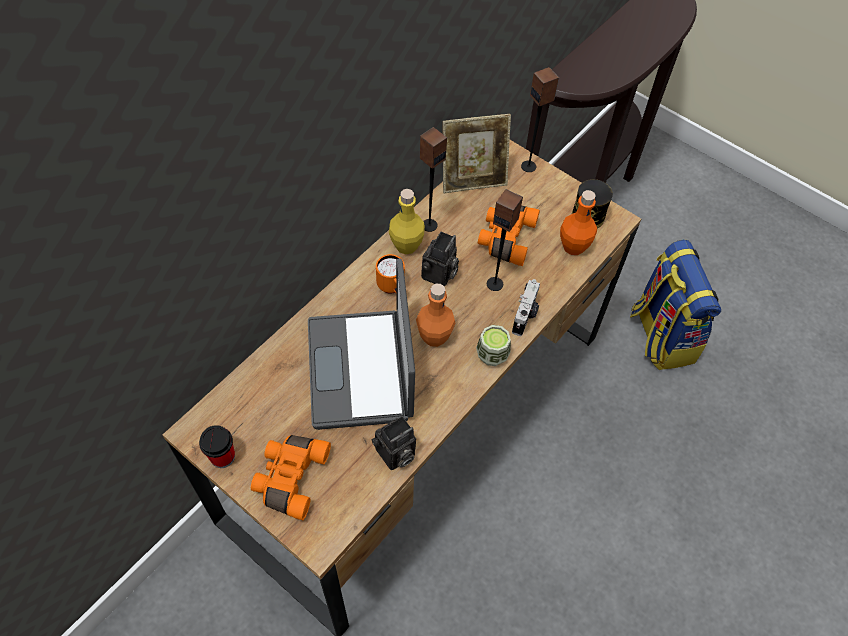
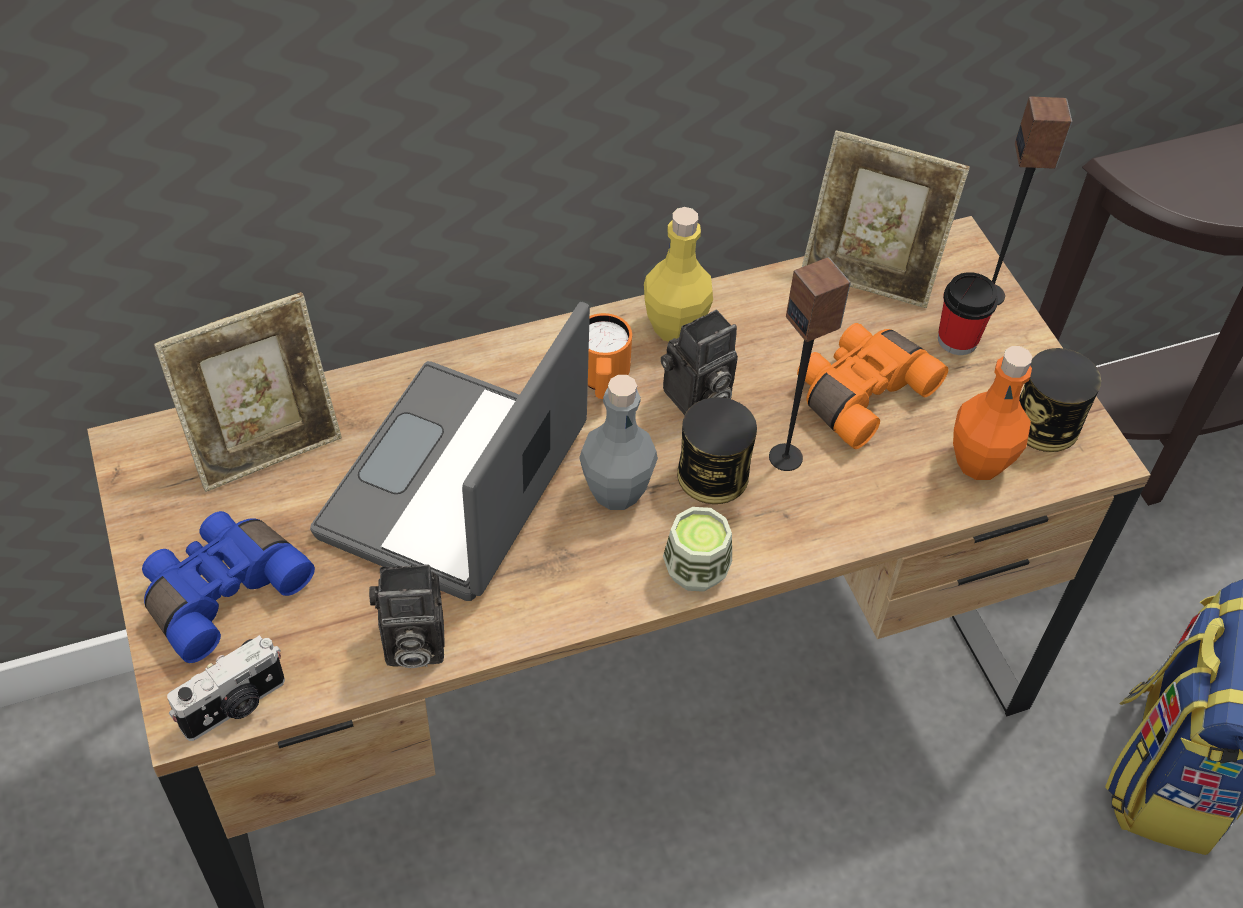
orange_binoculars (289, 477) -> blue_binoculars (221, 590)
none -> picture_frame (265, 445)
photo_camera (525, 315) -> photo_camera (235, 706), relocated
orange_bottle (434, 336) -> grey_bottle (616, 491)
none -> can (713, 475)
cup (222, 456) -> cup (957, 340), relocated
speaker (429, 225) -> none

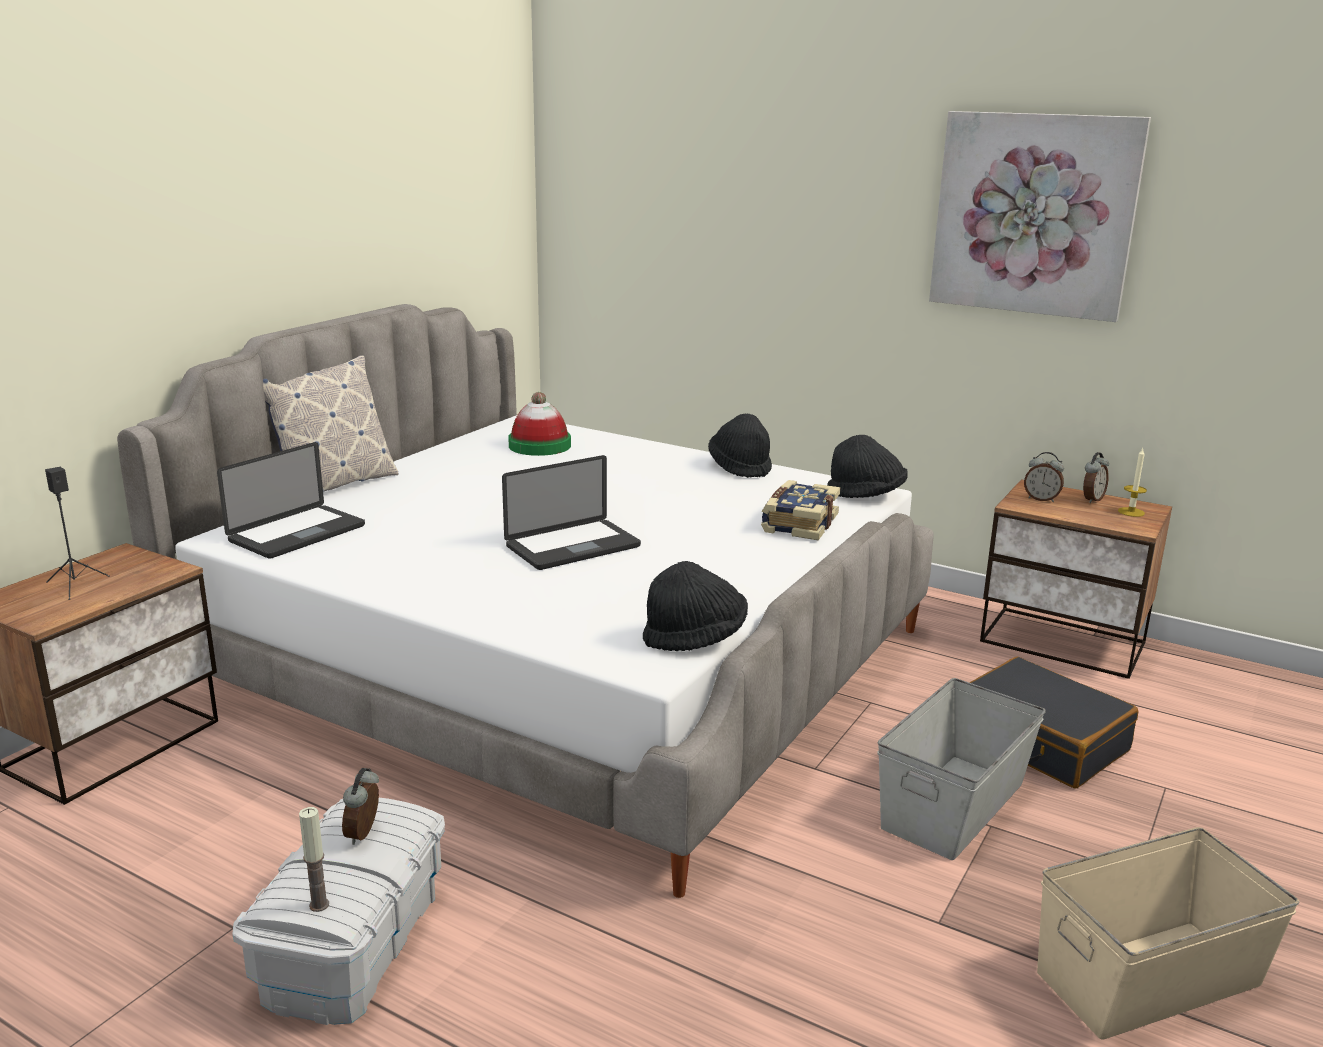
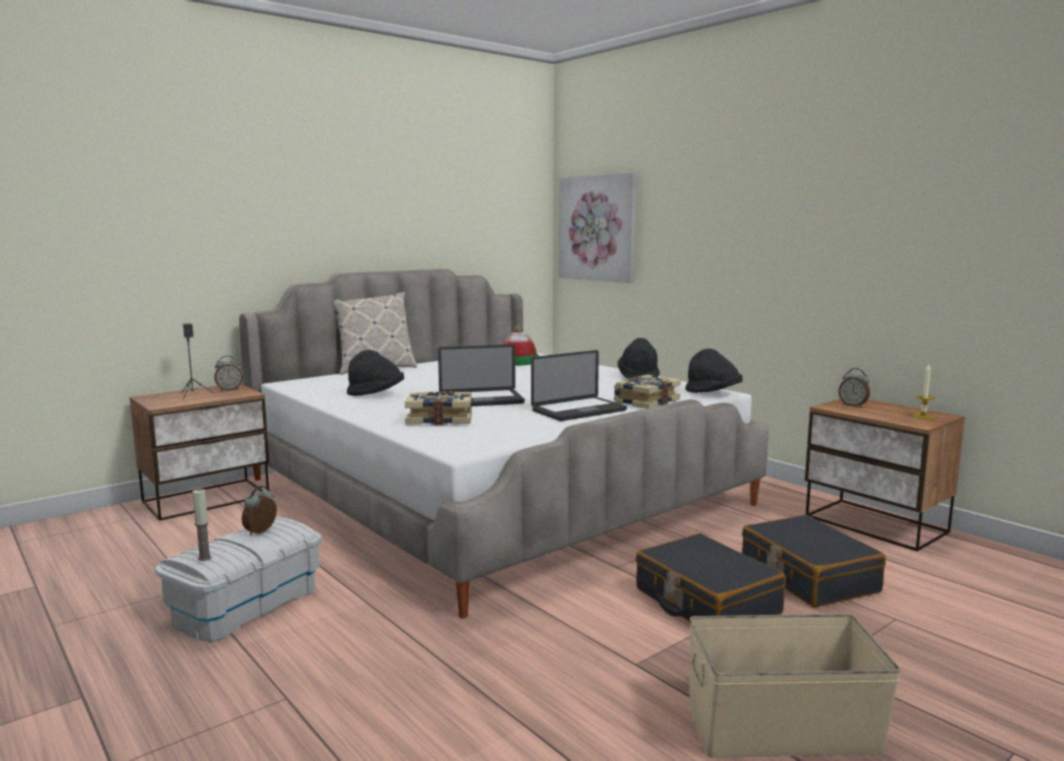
alarm_clock (1091, 499) -> alarm_clock (229, 390), relocated
black_hat (695, 638) -> black_hat (376, 394), relocated
none -> book (440, 419)
laptop (297, 534) -> laptop (579, 411), relocated
picture (1033, 214) -> picture (597, 228), relocated
grey_storage_box (955, 805) -> black_suitcase (706, 602)

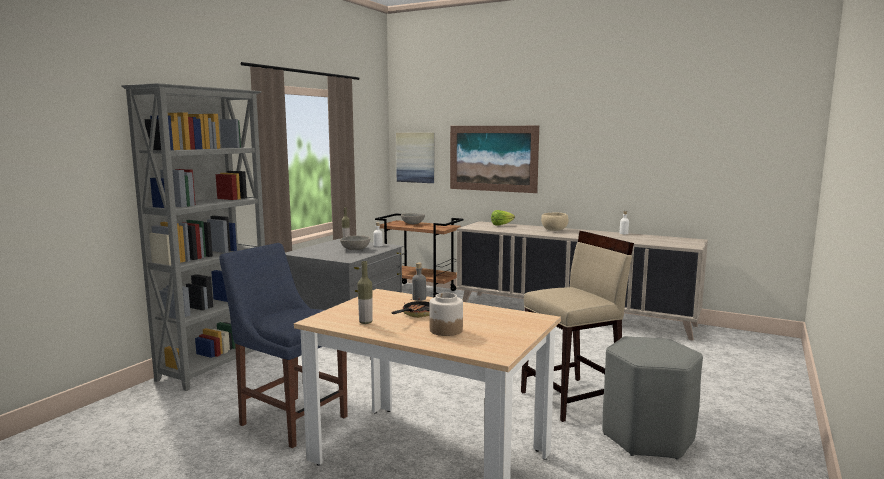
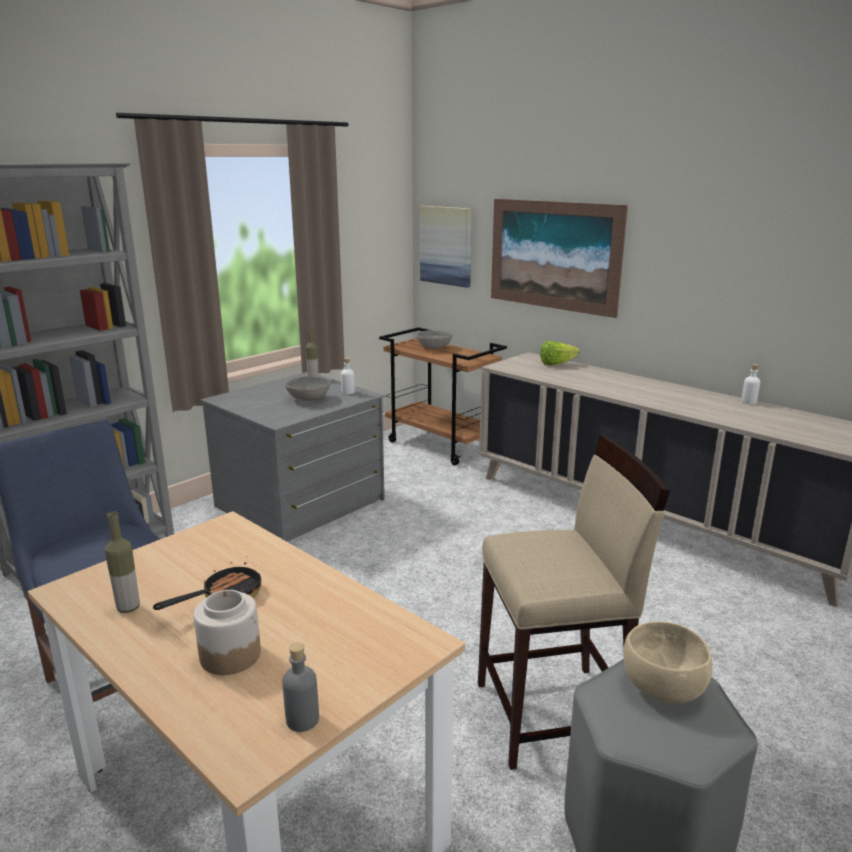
grey_bottle (419, 298) -> grey_bottle (302, 719), relocated
beige_bowl (554, 230) -> beige_bowl (663, 688), relocated

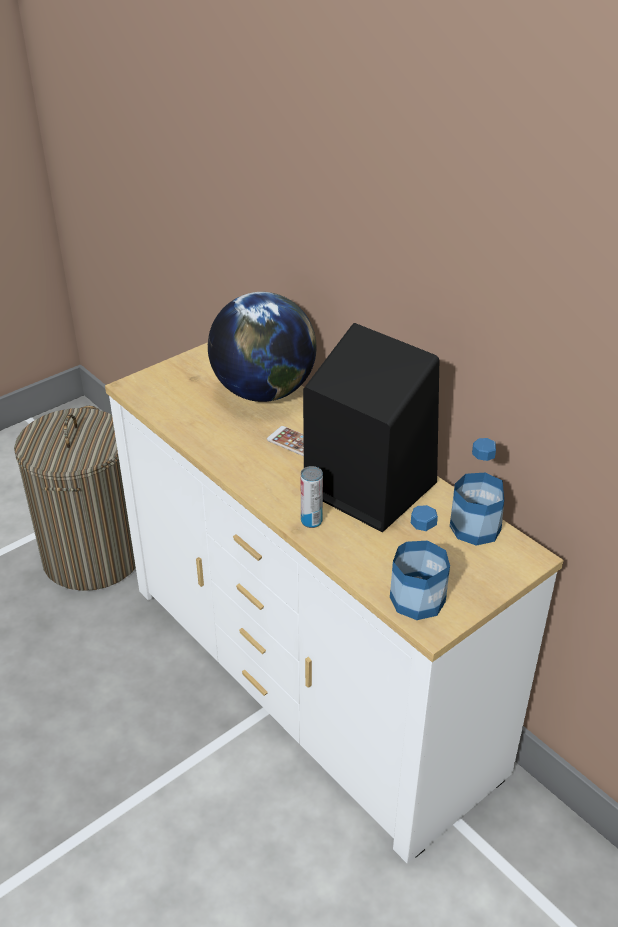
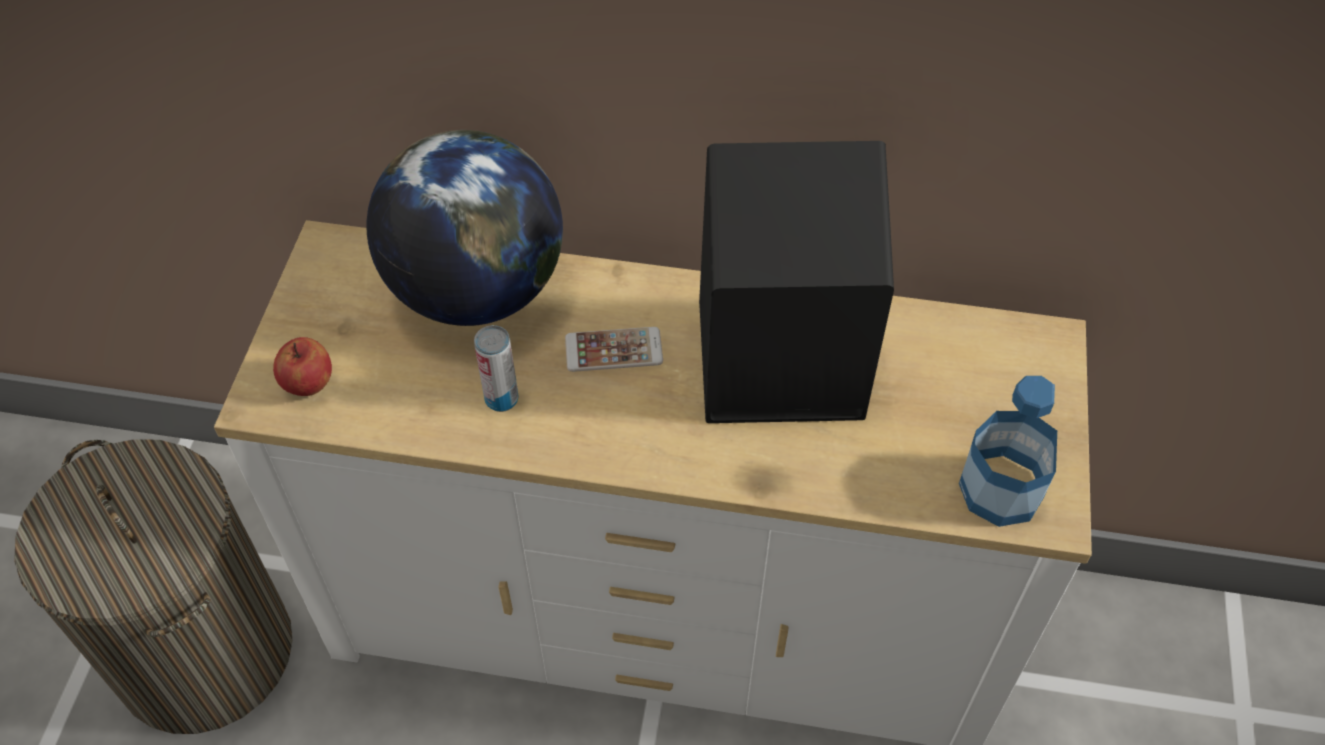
none -> apple (308, 384)
can (311, 521) -> can (501, 399), relocated
bottle (475, 527) -> none

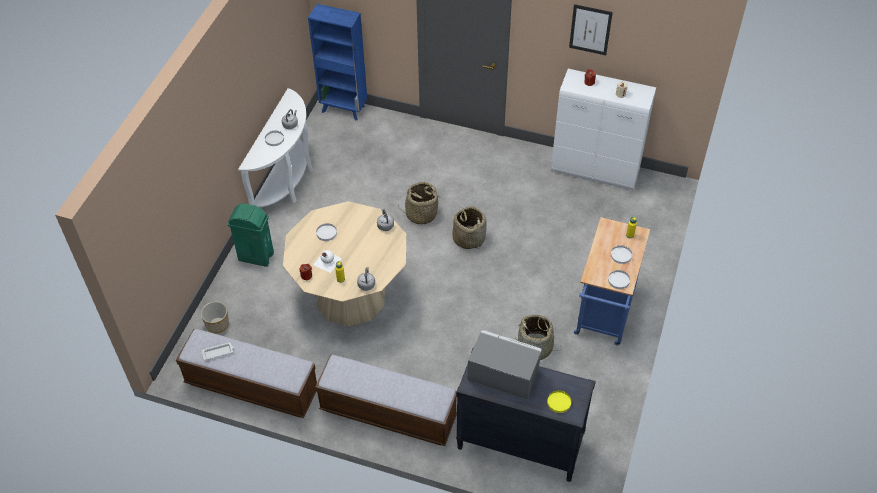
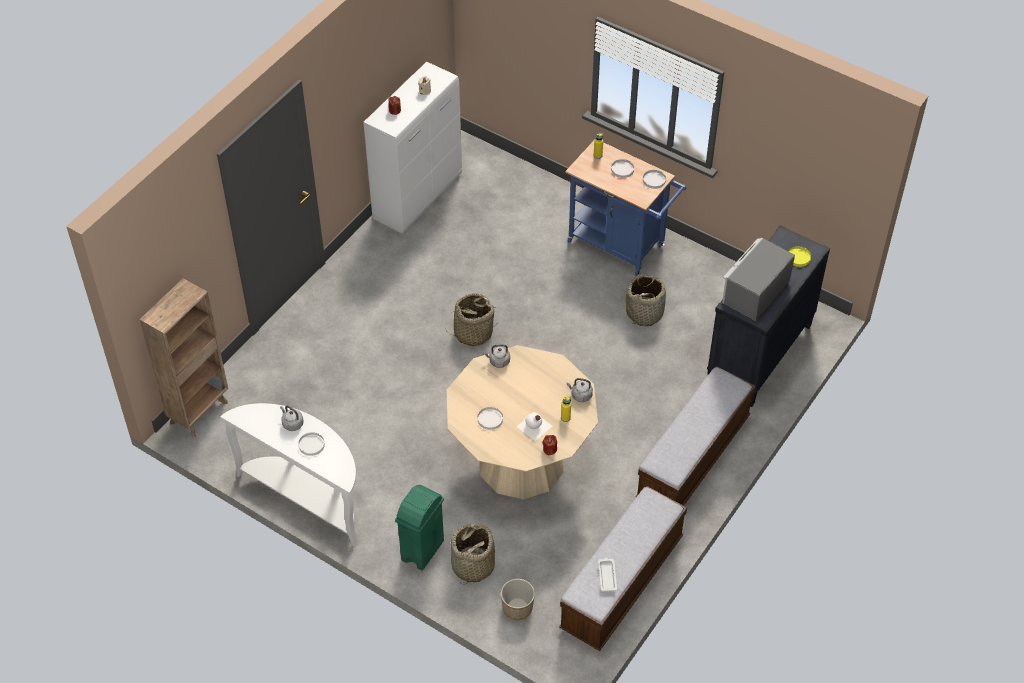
blue_bookcase (344, 109) -> brown_bookcase (200, 411)
basket (421, 214) -> basket (472, 566), relocated
picture (590, 29) -> none

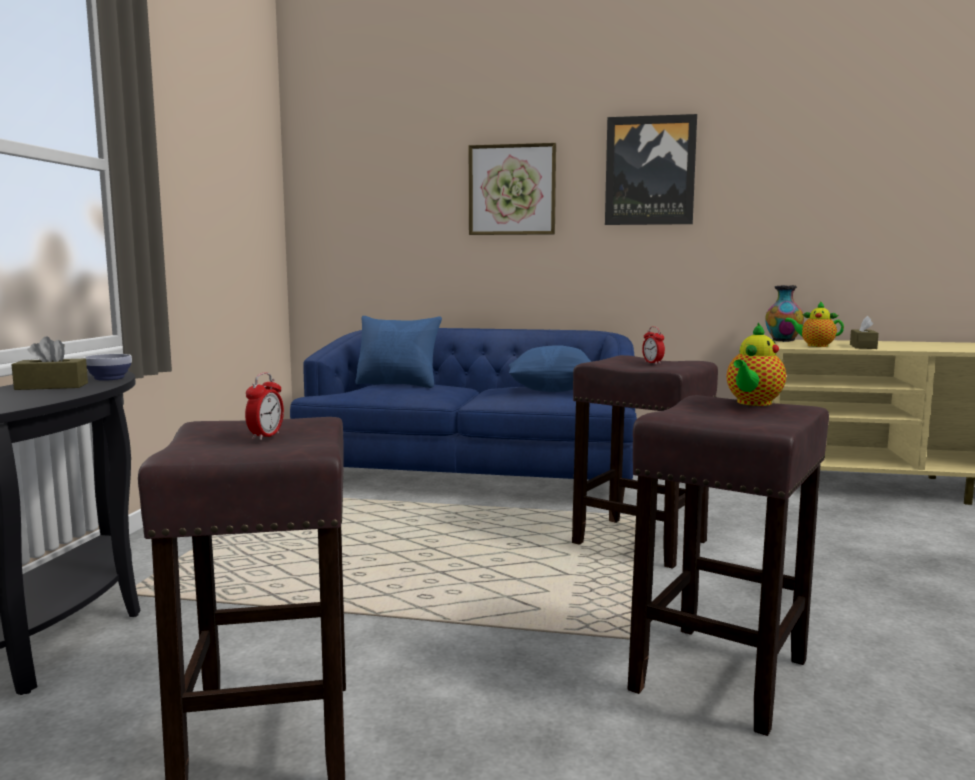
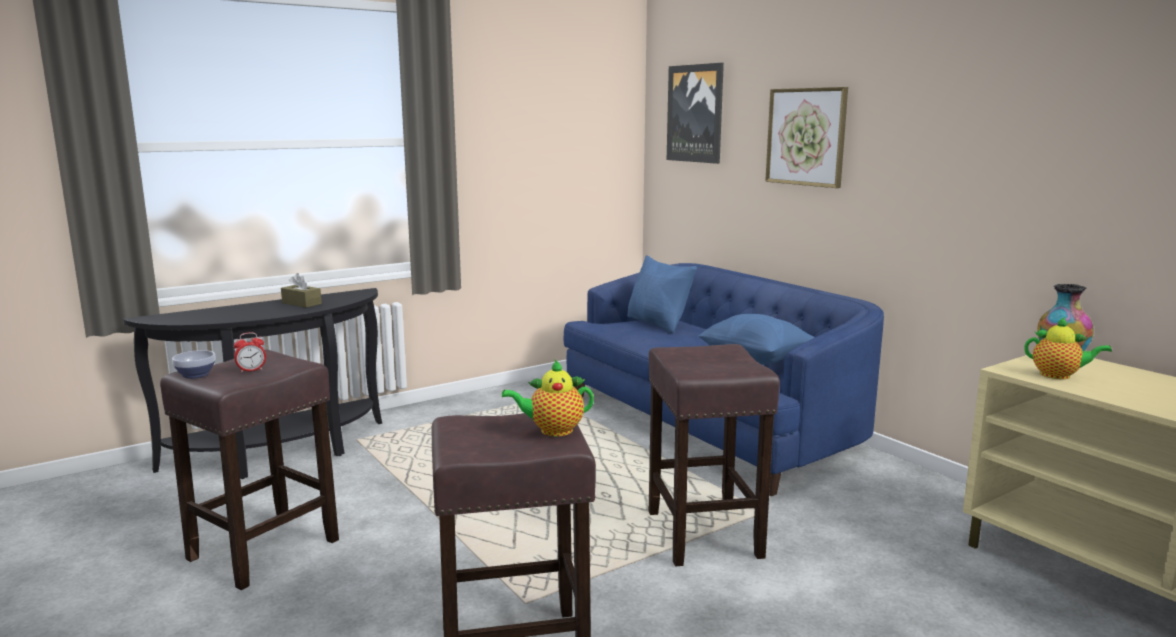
bowl (108, 378) -> bowl (194, 375), relocated
picture (649, 171) -> picture (695, 113), relocated
teapot (815, 345) -> teapot (1059, 376), 135 degrees clockwise
alarm_clock (652, 363) -> none
brown_tissue_box (863, 347) -> none

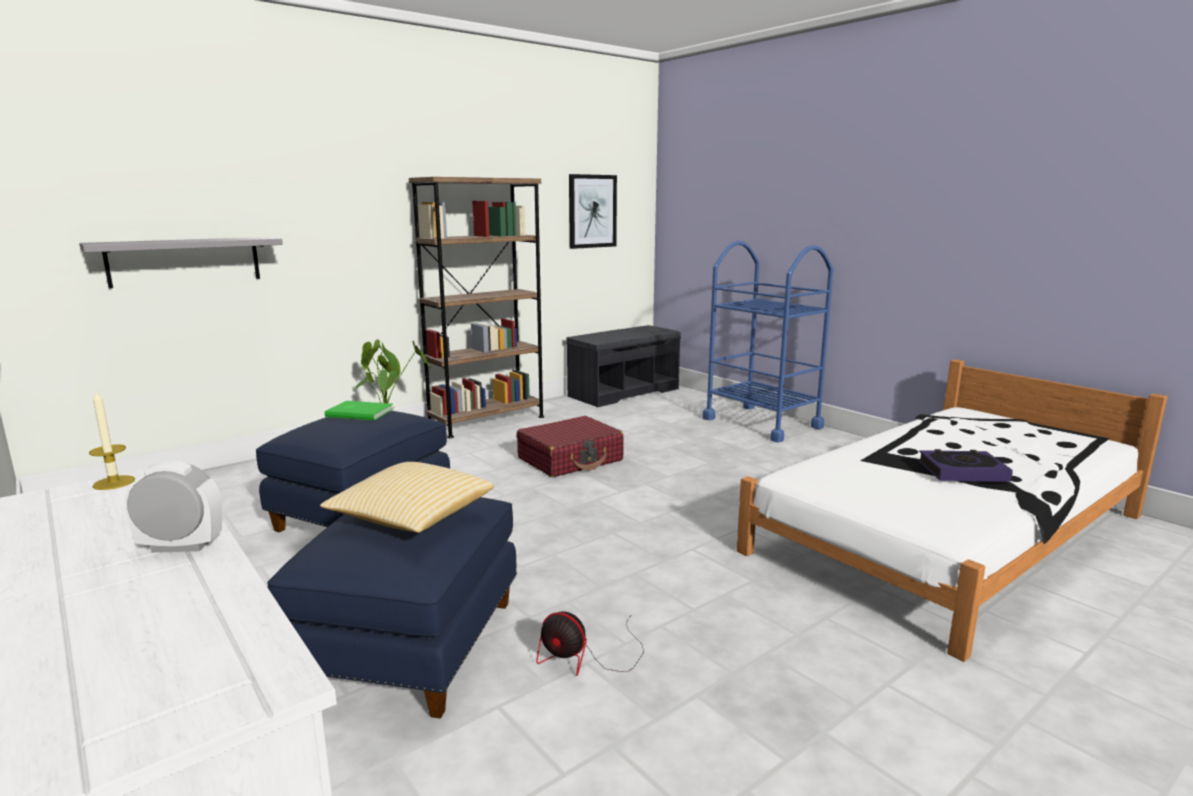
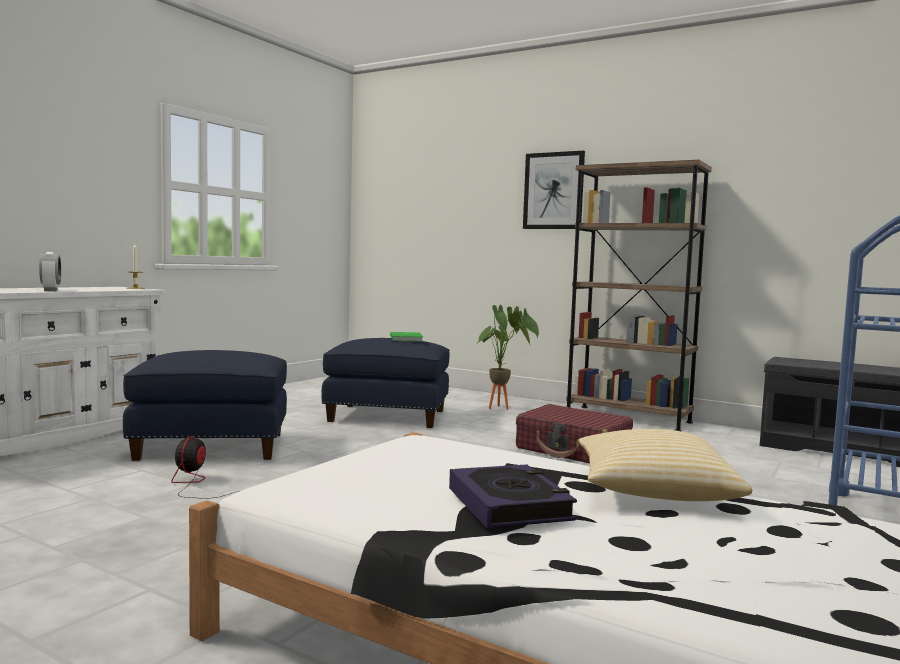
picture (592, 211) -> picture (553, 191), relocated
pillow (411, 518) -> pillow (653, 492), relocated
grey_shelf (185, 261) -> none

